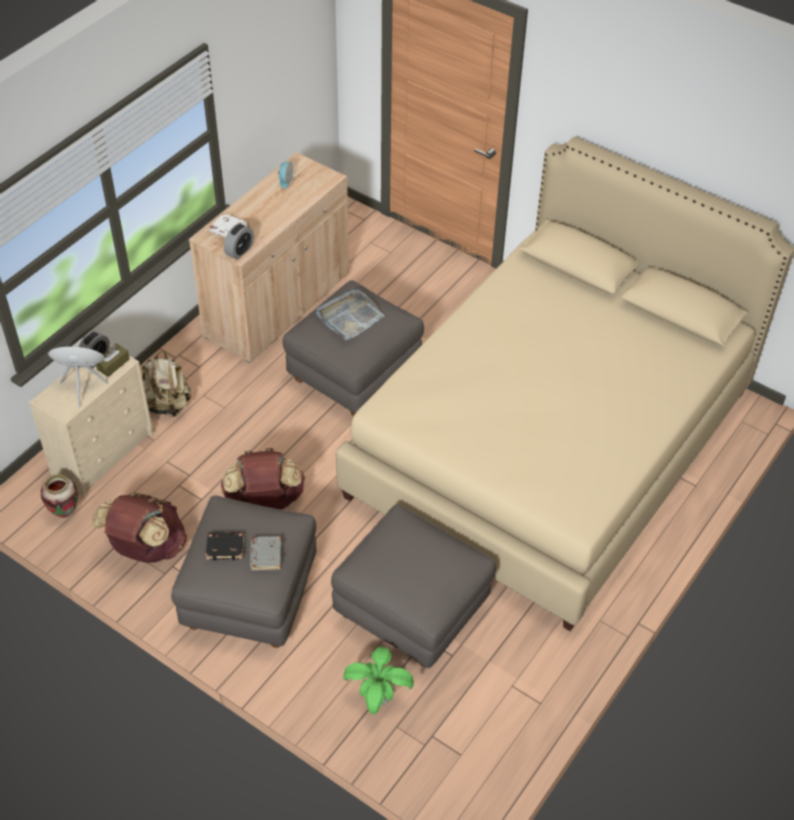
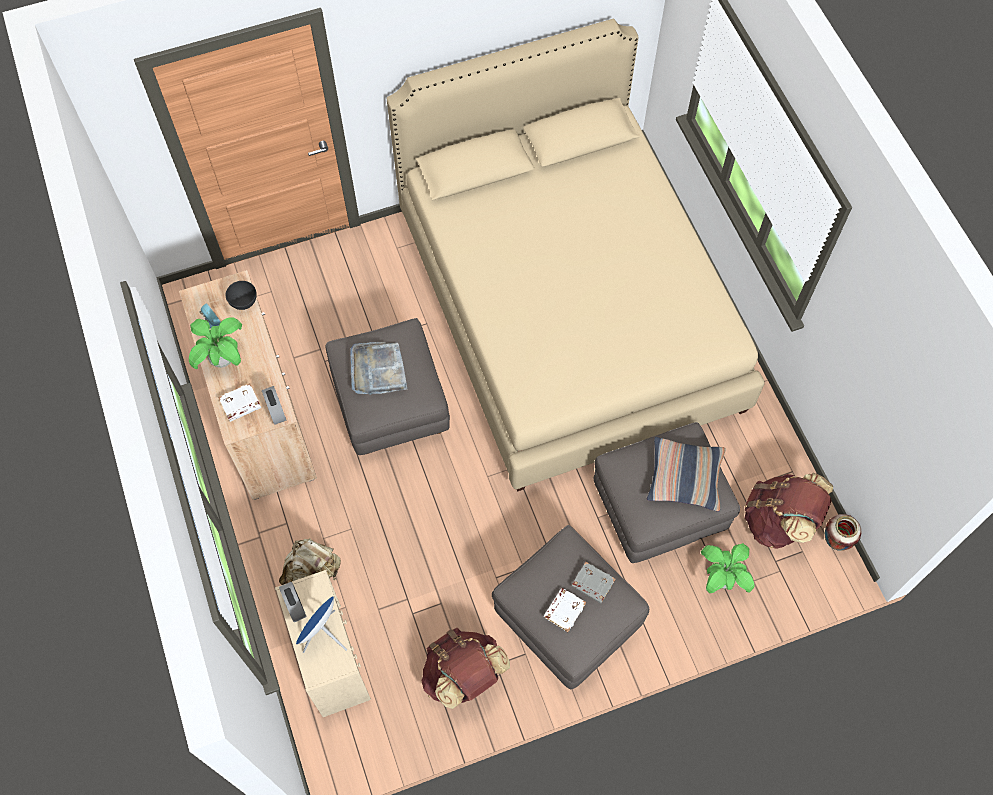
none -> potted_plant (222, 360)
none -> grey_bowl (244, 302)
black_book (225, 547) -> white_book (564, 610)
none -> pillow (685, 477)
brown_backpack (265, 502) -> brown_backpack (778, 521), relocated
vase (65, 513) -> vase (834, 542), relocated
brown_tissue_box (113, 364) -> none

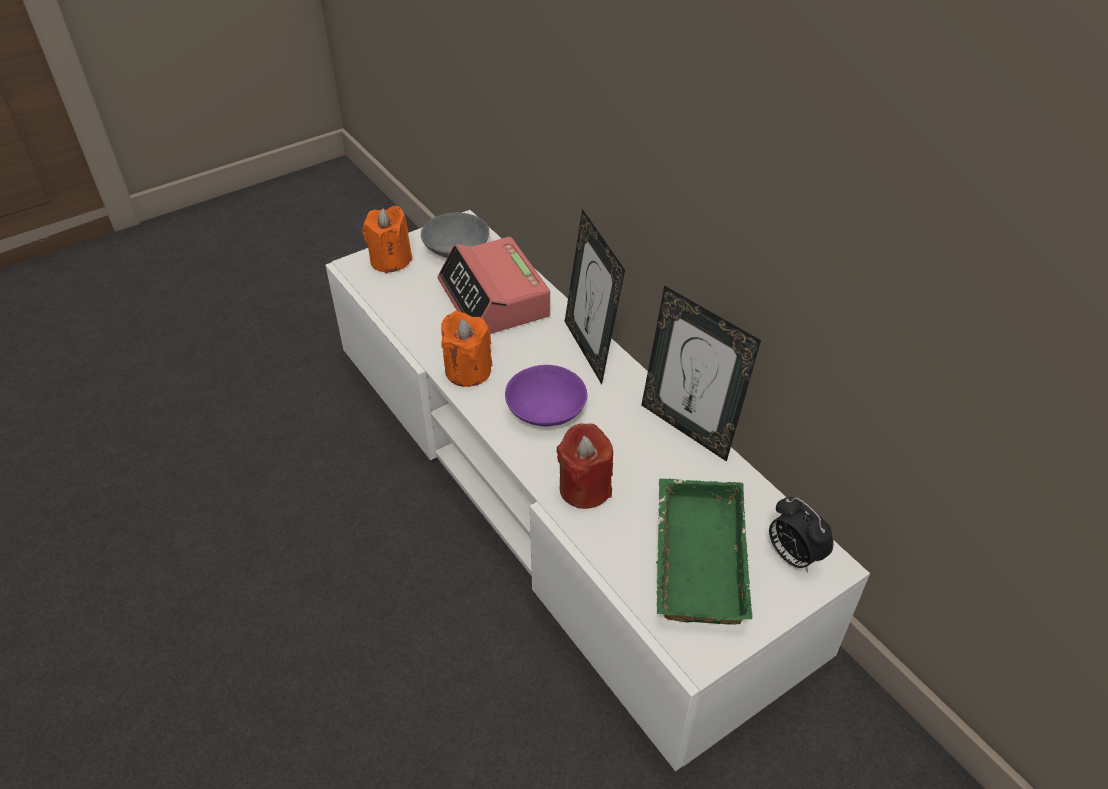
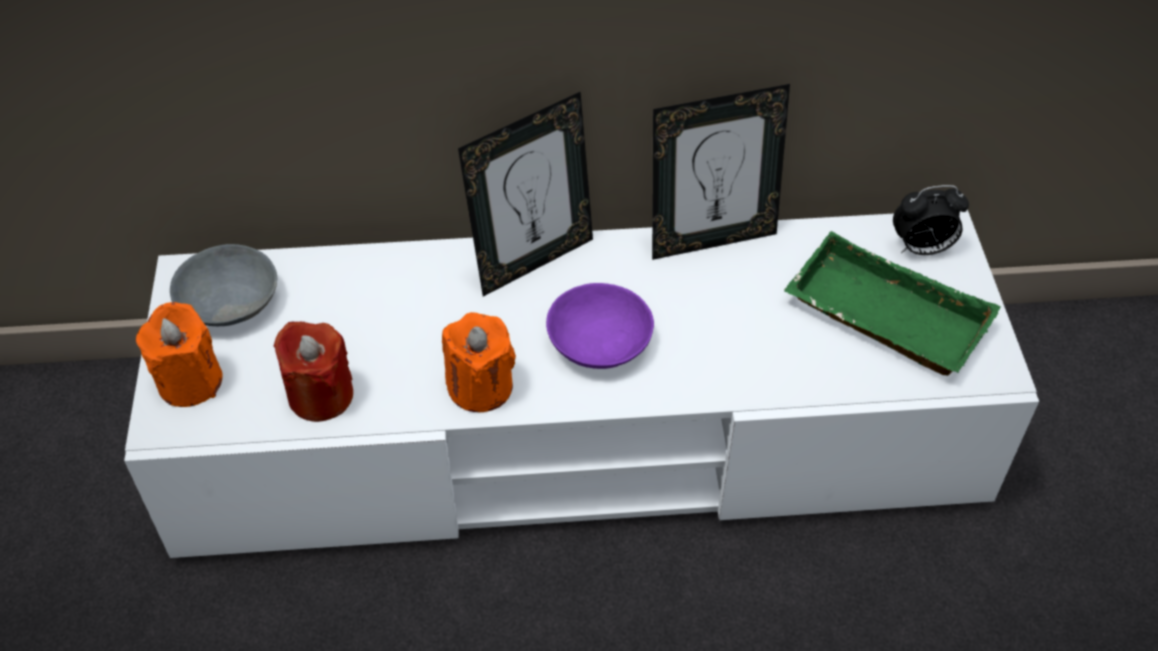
red_candle (584, 488) -> red_candle (320, 395), relocated
picture_frame (590, 350) -> picture_frame (532, 260), 45 degrees counterclockwise
alarm_clock (494, 299) -> none

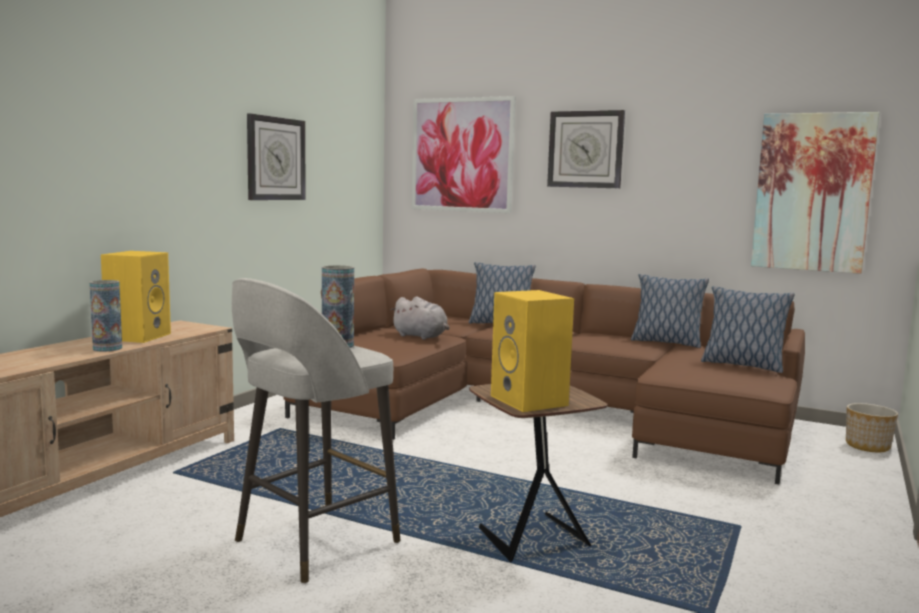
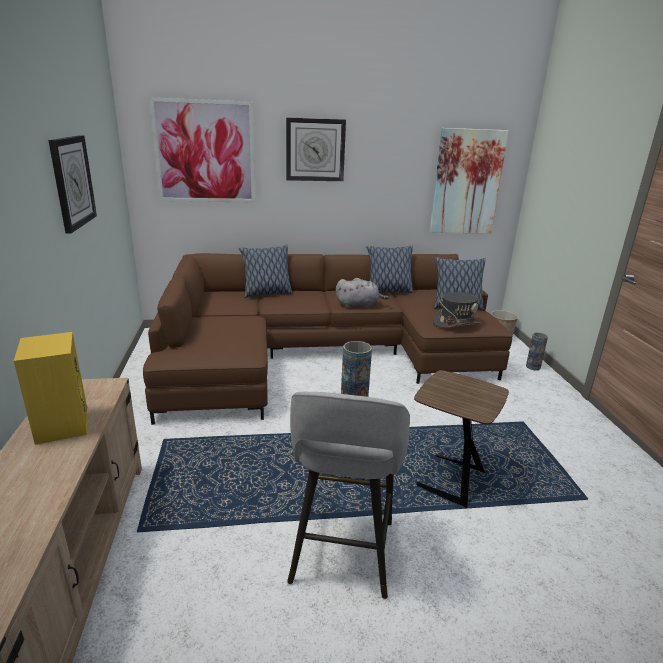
grey_plush_toy (421, 336) -> grey_plush_toy (359, 305), relocated
none -> grey_hat (456, 323)
vase (107, 348) -> vase (533, 367), relocated
yellow_speaker (531, 401) -> none

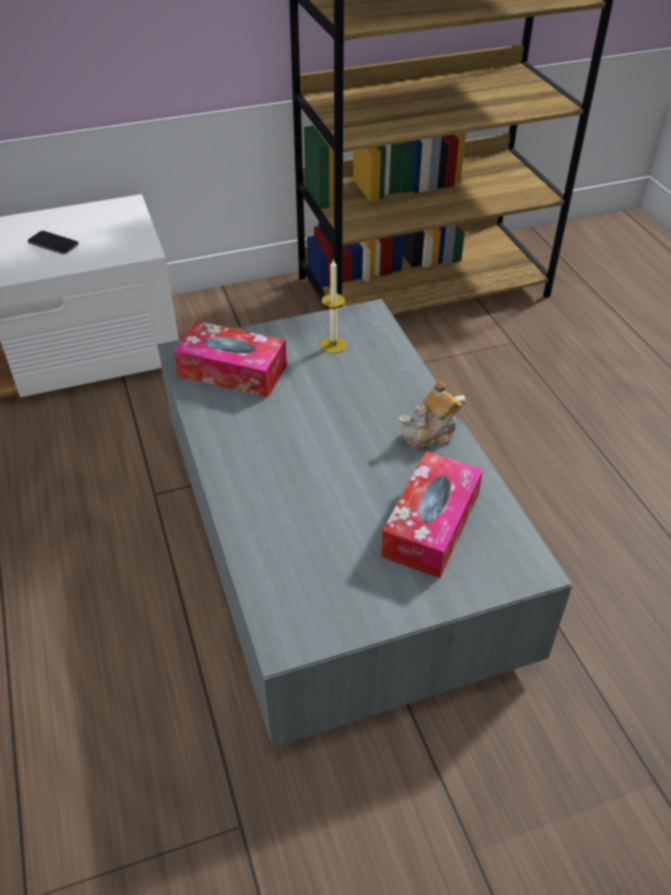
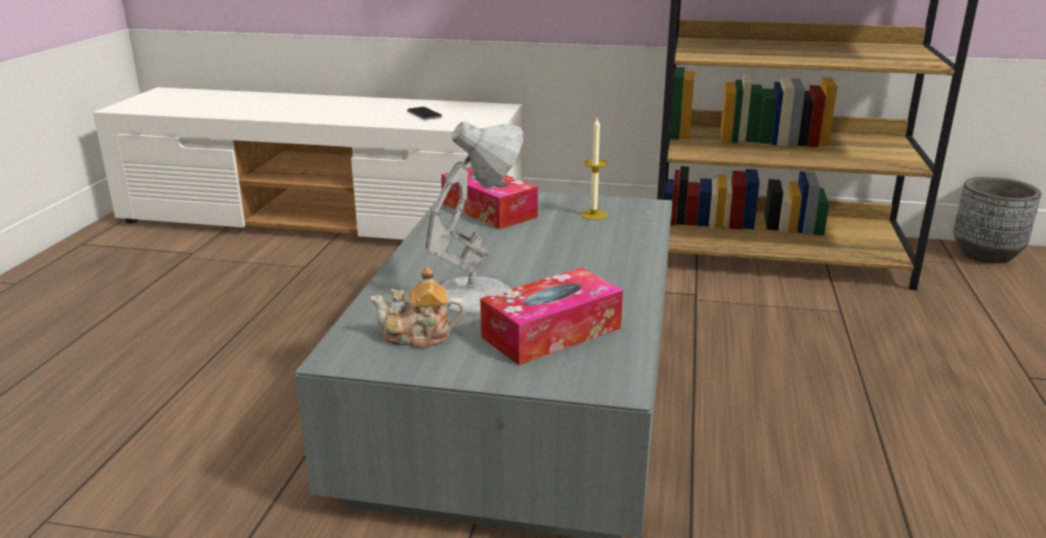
teapot (431, 434) -> teapot (418, 336), relocated
none -> white_table_lamp (477, 295)
none -> grey_planter (985, 254)

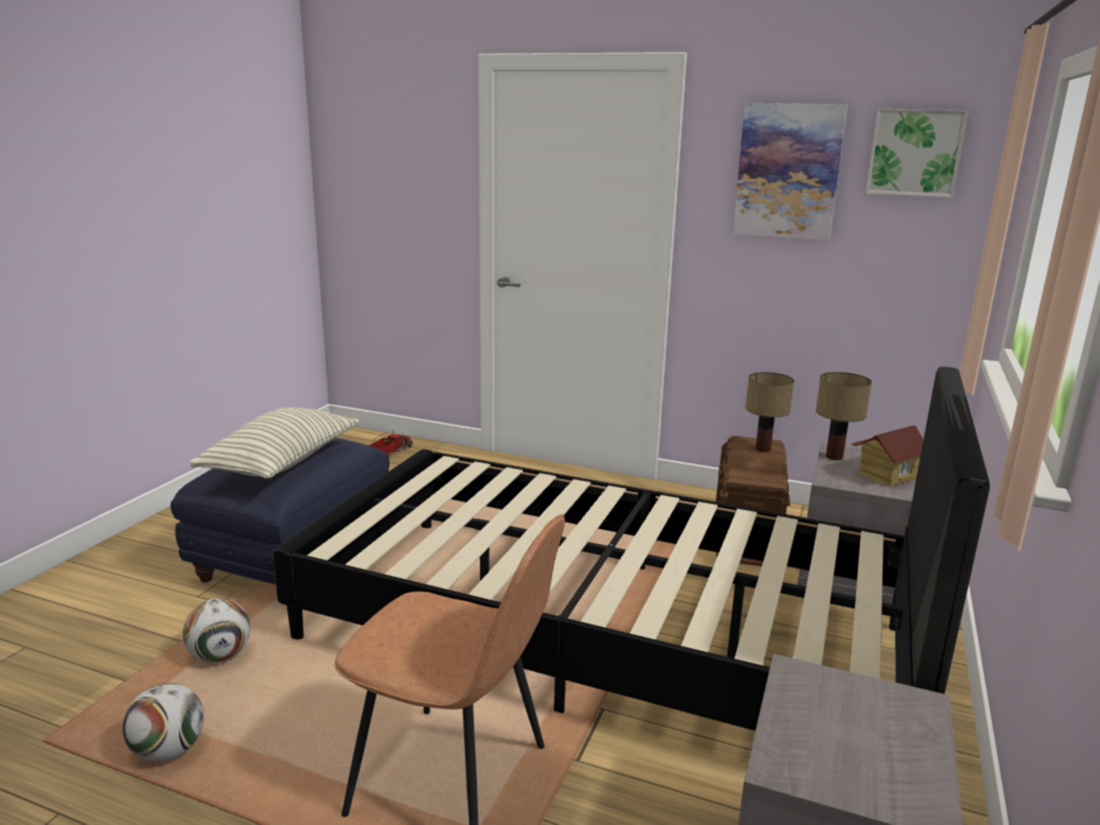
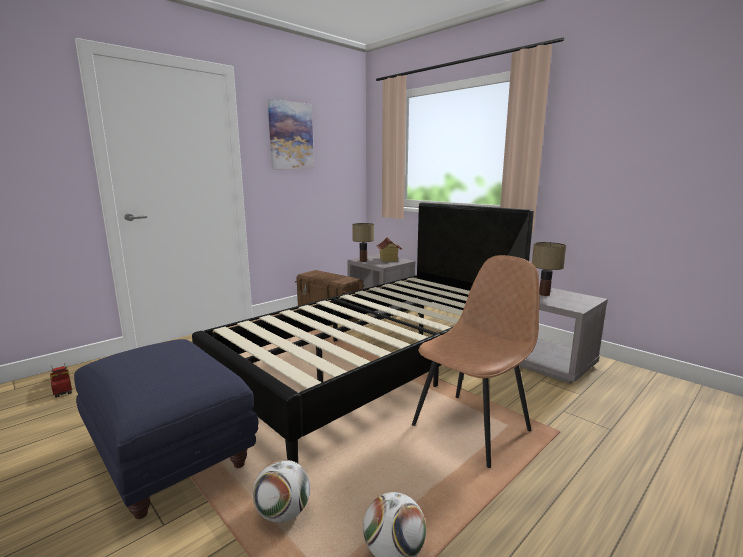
table_lamp (763, 449) -> table_lamp (544, 294), relocated
pillow (282, 463) -> none
picture (914, 152) -> none

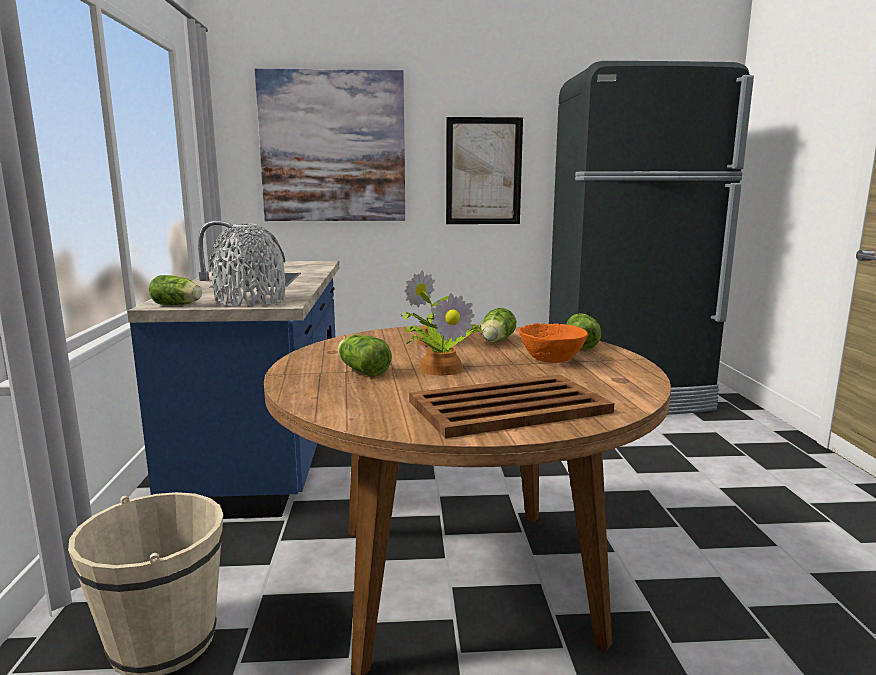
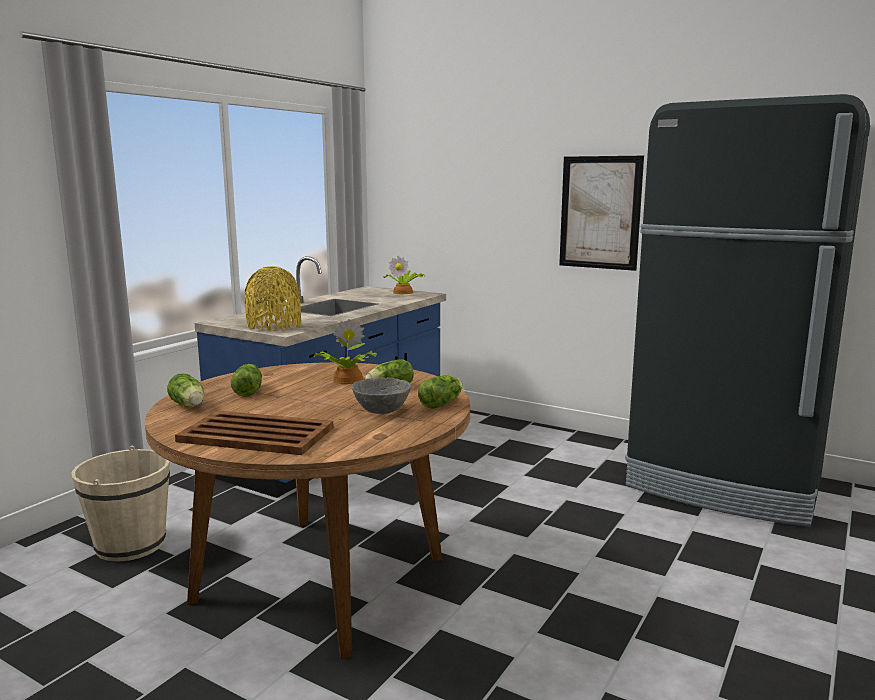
lettuce (178, 305) -> lettuce (189, 406), relocated
grey_vase (250, 300) -> yellow_vase (274, 326)
orange_bowl (551, 360) -> grey_bowl (382, 410)
potted_plant (442, 368) -> potted_plant (404, 292), relocated
picture (333, 147) -> none

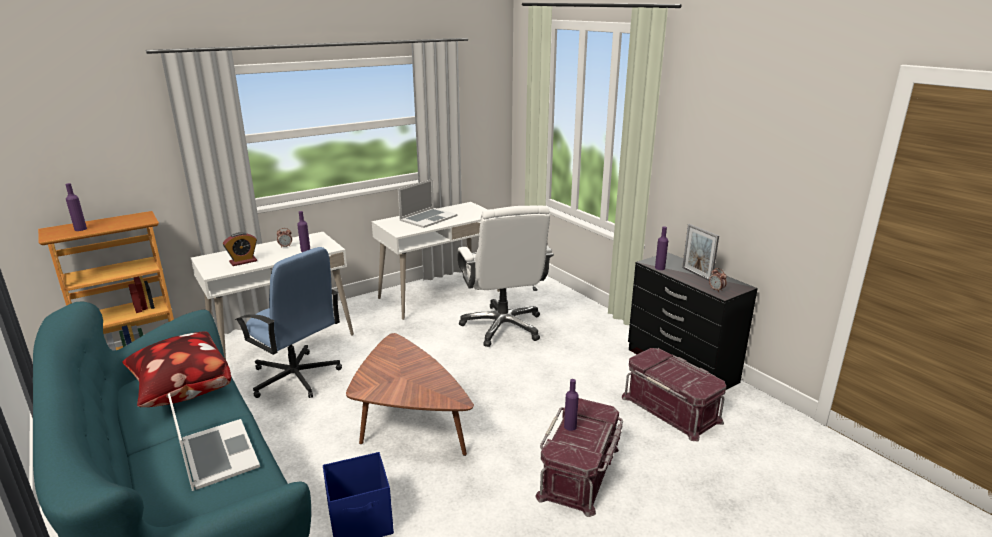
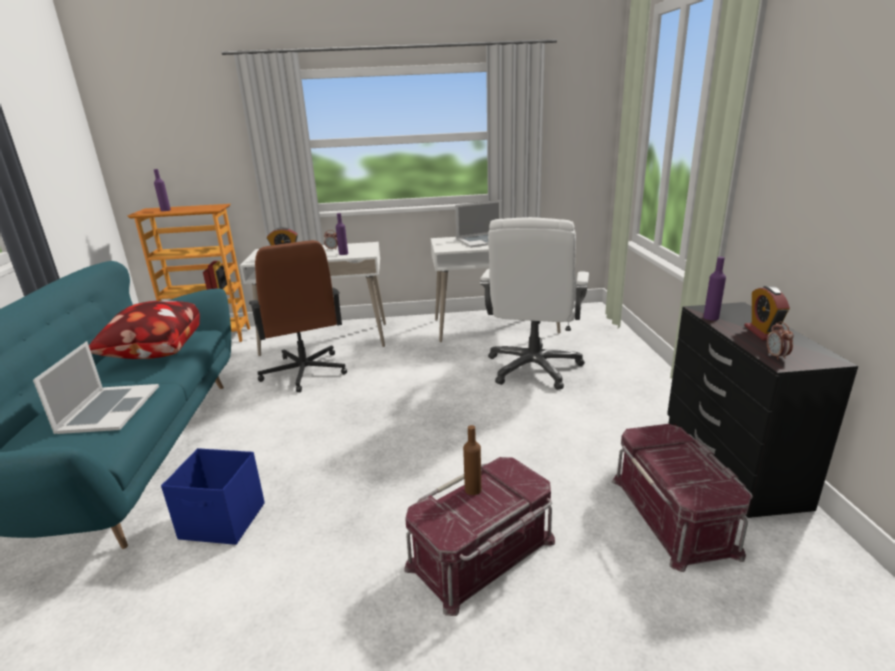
blue_office_chair (295, 377) -> brown_office_chair (304, 372)
purple_bottle (570, 426) -> brown_bottle (473, 489)
picture_frame (696, 274) -> alarm_clock (763, 333)
brown_coffee_table (408, 424) -> none

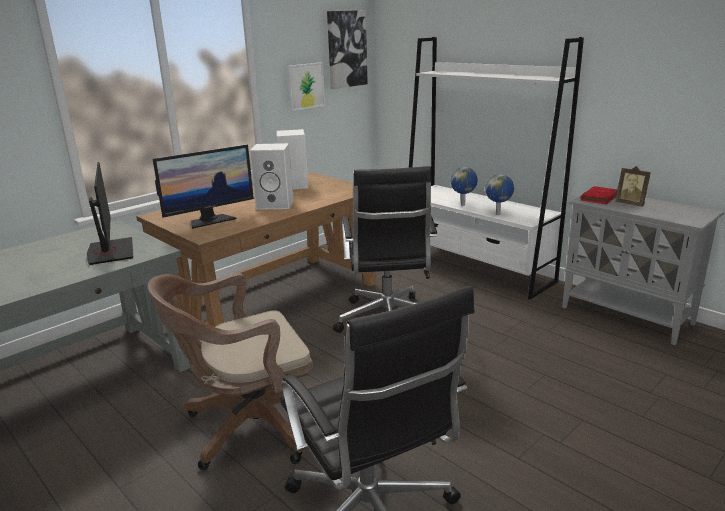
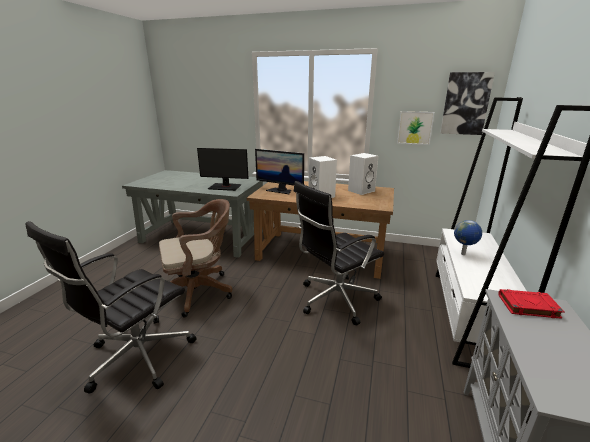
brown_office_chair (248, 427) -> brown_office_chair (199, 291), 120 degrees clockwise
monitor (110, 251) -> monitor (225, 187), 60 degrees clockwise
globe (498, 214) -> none
picture_frame (631, 204) -> none

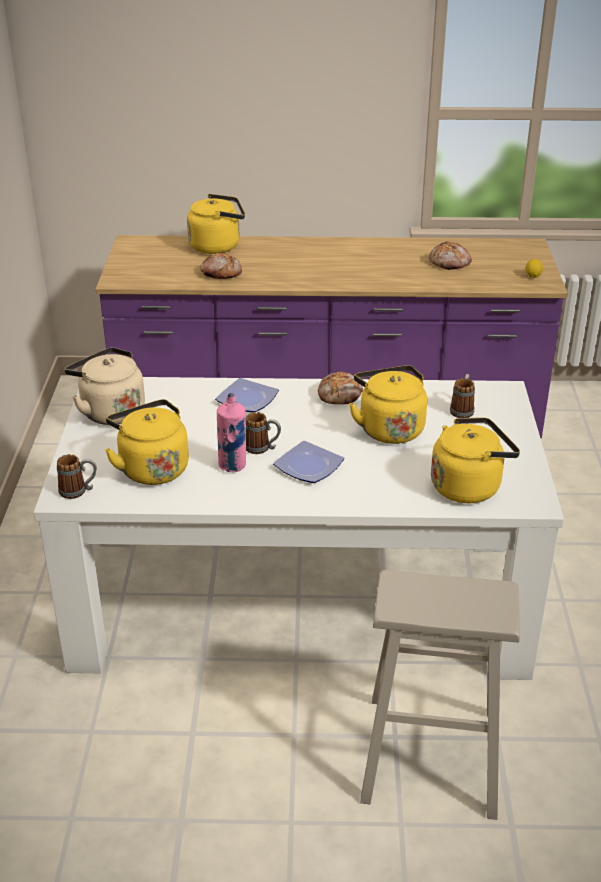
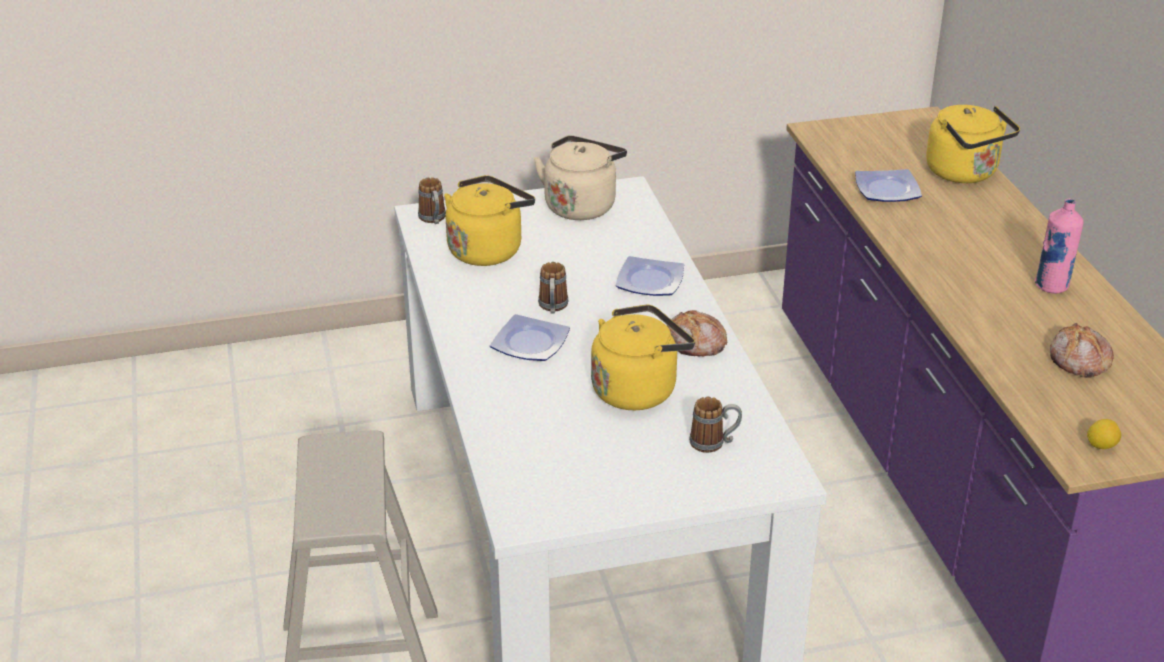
bread (221, 273) -> plate (888, 189)
pink_bottle (233, 465) -> pink_bottle (1052, 286), relocated
yellow_kettle (469, 486) -> none

